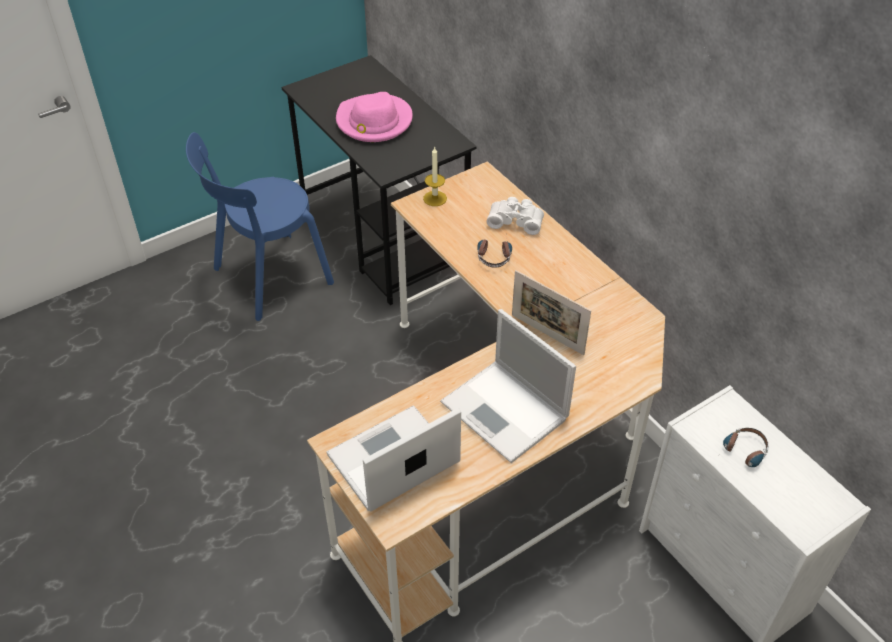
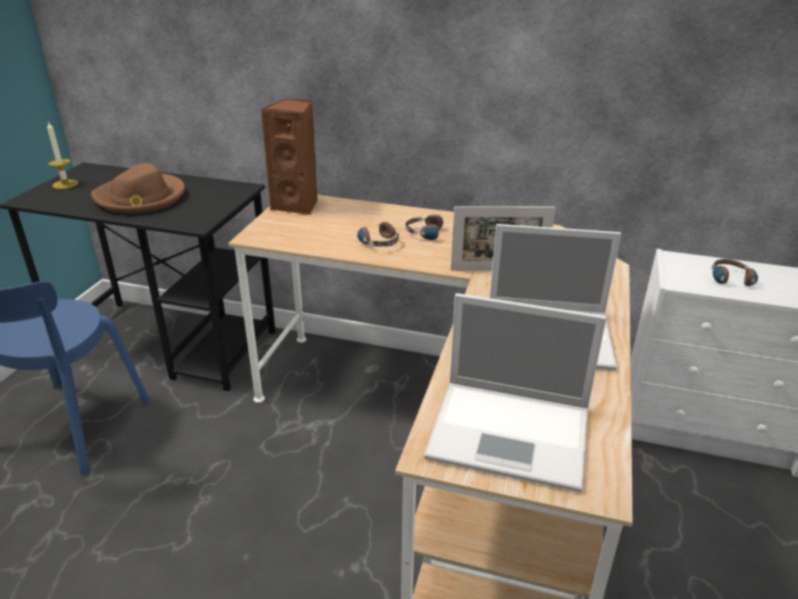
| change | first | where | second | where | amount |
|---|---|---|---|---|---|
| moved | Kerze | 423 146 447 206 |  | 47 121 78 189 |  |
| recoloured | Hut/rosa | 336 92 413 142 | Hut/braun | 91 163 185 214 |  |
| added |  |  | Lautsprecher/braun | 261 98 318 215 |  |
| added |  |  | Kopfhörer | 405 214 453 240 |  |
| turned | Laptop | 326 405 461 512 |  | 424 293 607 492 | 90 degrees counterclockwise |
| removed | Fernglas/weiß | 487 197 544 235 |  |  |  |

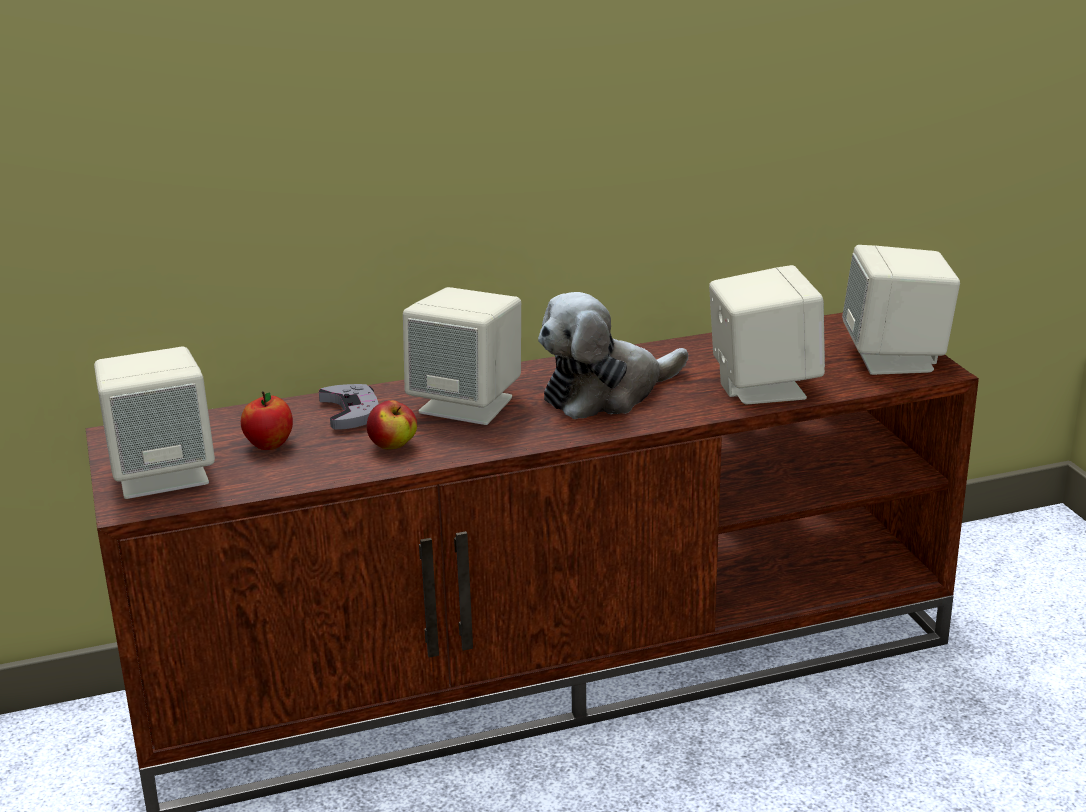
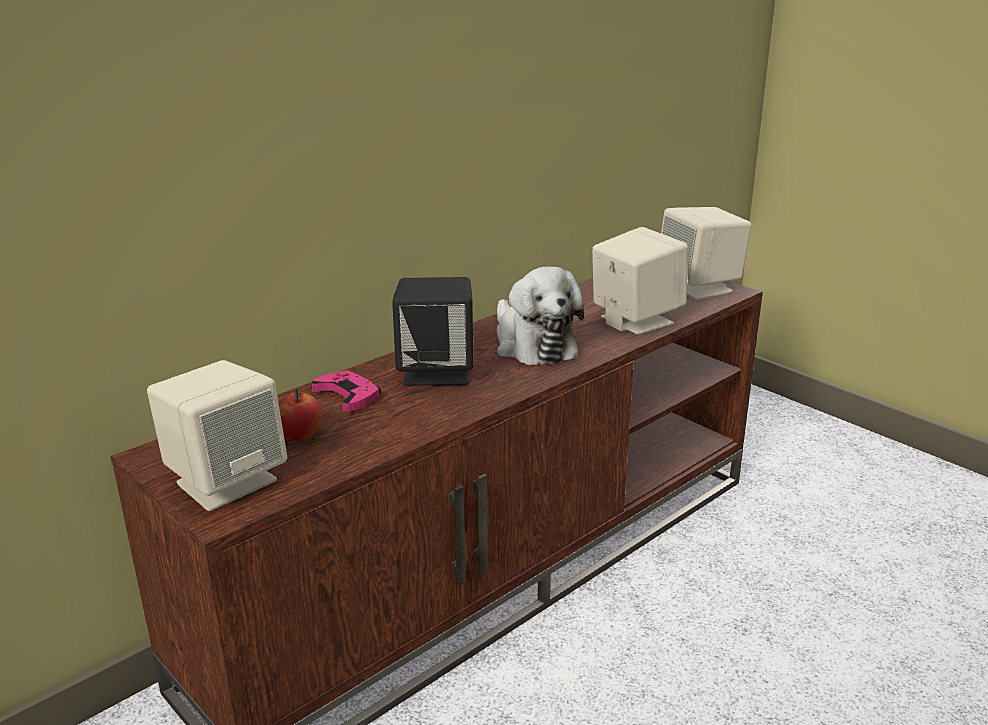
| change | first | where | second | where | amount |
|---|---|---|---|---|---|
| recoloured | Gamepad/grau | 319 384 378 430 | Gamepad/rosa | 311 371 381 412 |  |
| recoloured | Lautsprecher/beige | 403 287 521 425 | Lautsprecher/schwarz | 392 277 474 386 |  |
| turned | Plüschtier | 538 292 688 419 |  | 497 267 584 366 | 60 degrees counterclockwise |
| removed | Apfel | 367 400 417 449 |  |  |  |

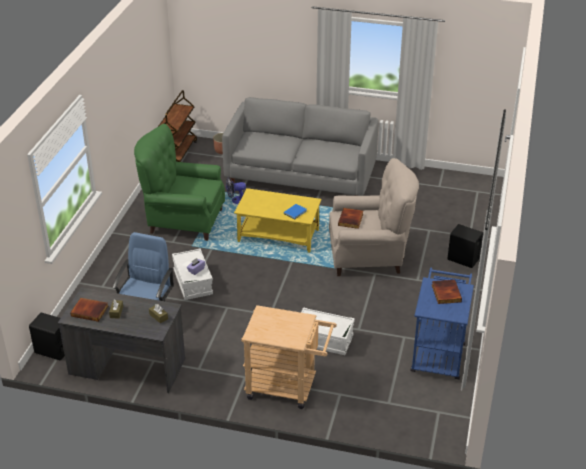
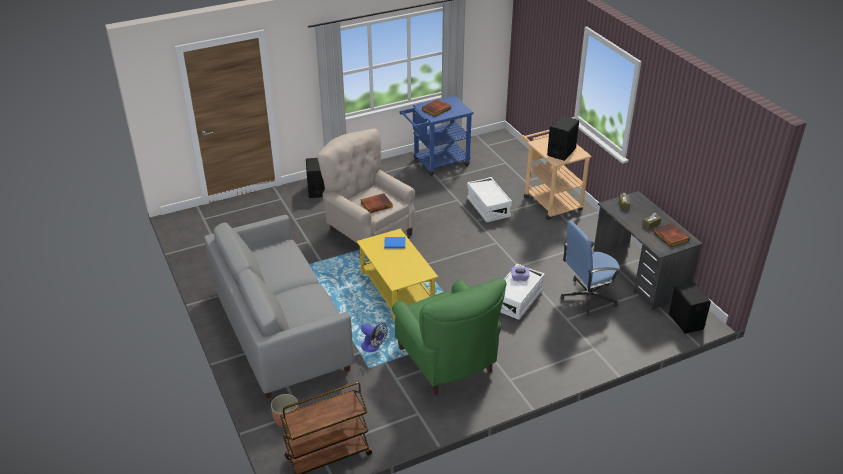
| change | first | where | second | where | amount |
|---|---|---|---|---|---|
| added |  |  | Lautsprecher/schwarz | 547 115 579 161 |  |

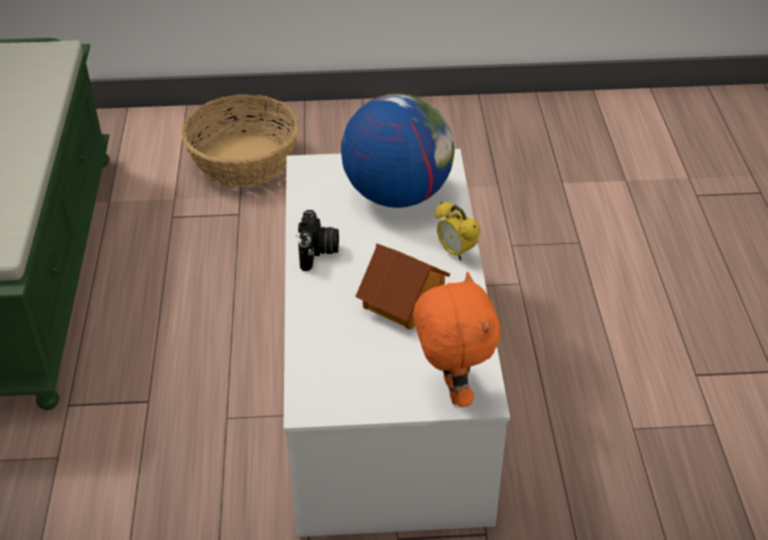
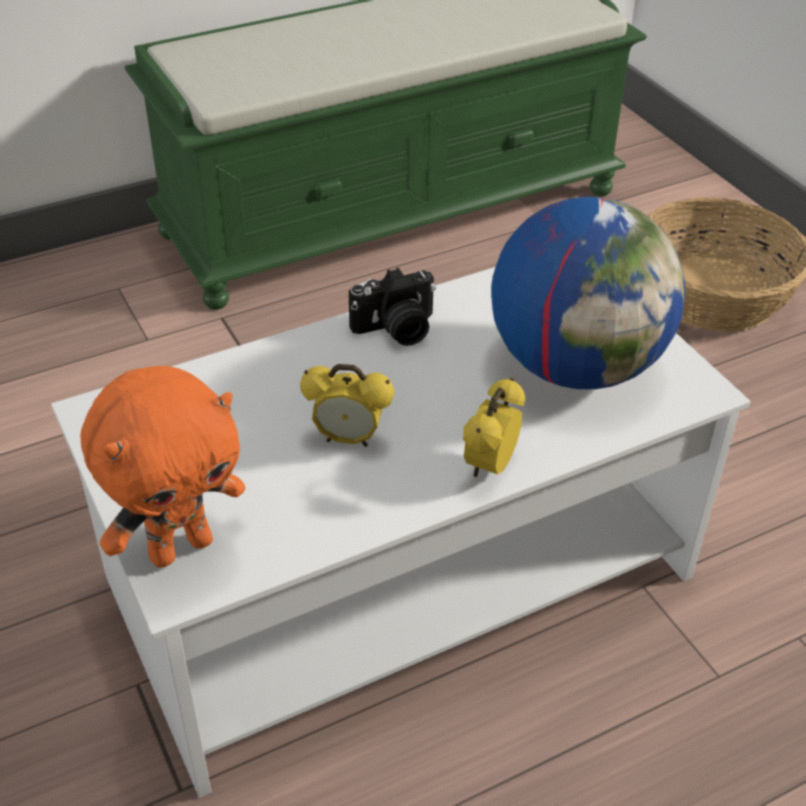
| change | first | where | second | where | amount |
|---|---|---|---|---|---|
| replaced | Spielzeughaus | 355 243 450 330 | Wecker | 300 364 394 447 |  |

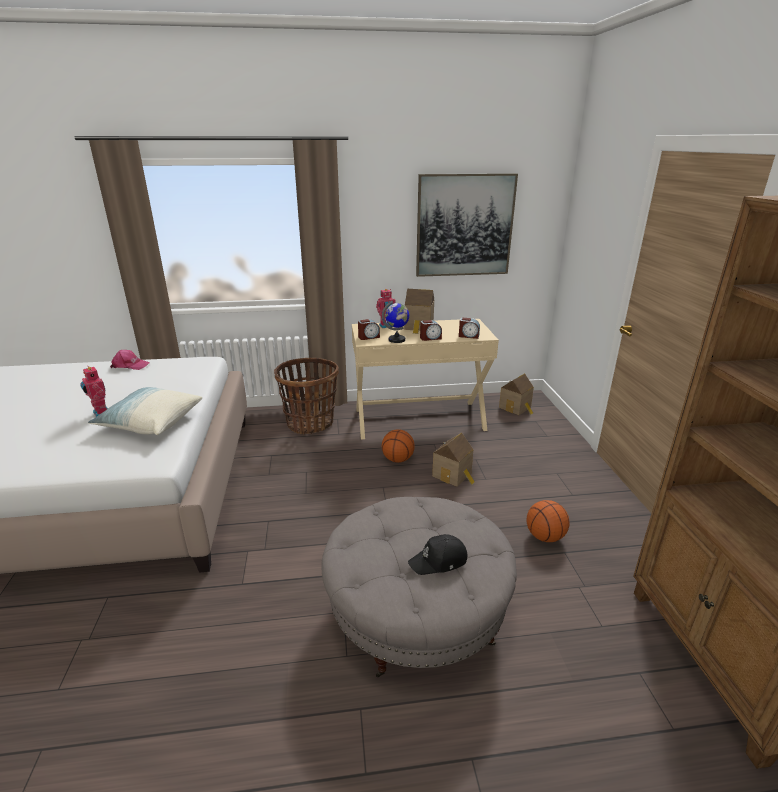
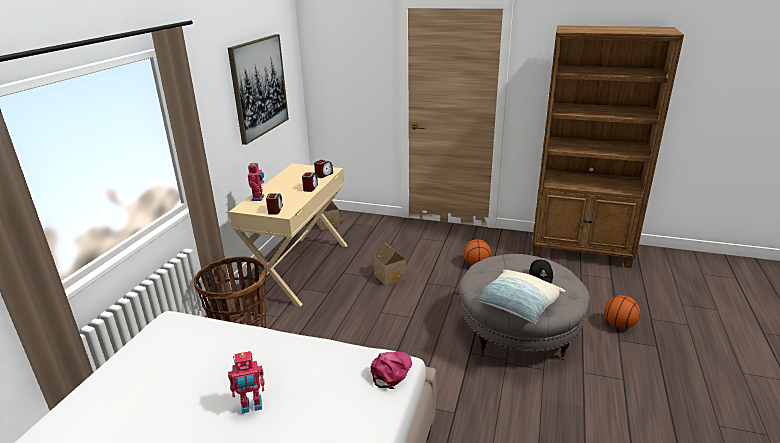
| change | first | where | second | where | amount |
|---|---|---|---|---|---|
| moved | Kappe/rosa | 110 350 150 370 |  | 371 351 412 389 |  |
| moved | Kissen | 88 387 202 435 |  | 473 270 566 324 |  |
| moved | Basketball | 382 429 415 463 |  | 604 295 640 329 |  |
| removed | Globus | 382 301 409 343 |  |  |  |
| removed | Spielzeughaus | 404 289 434 334 |  |  |  |

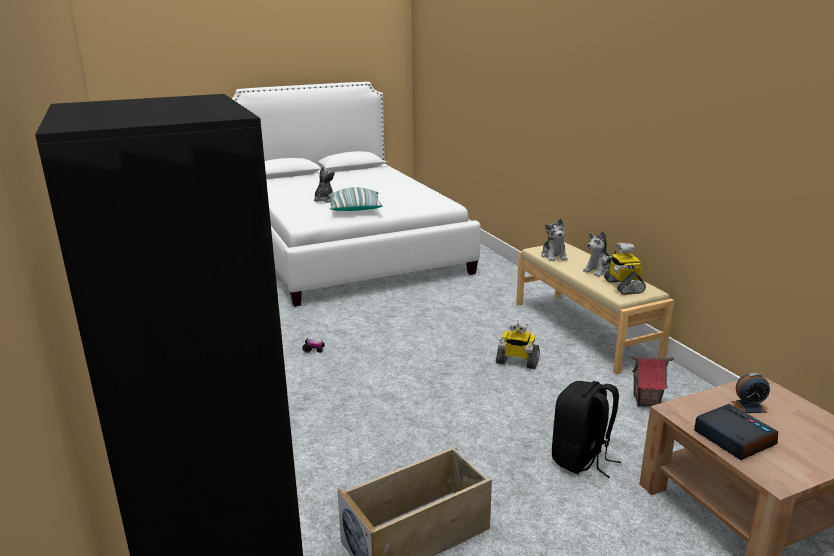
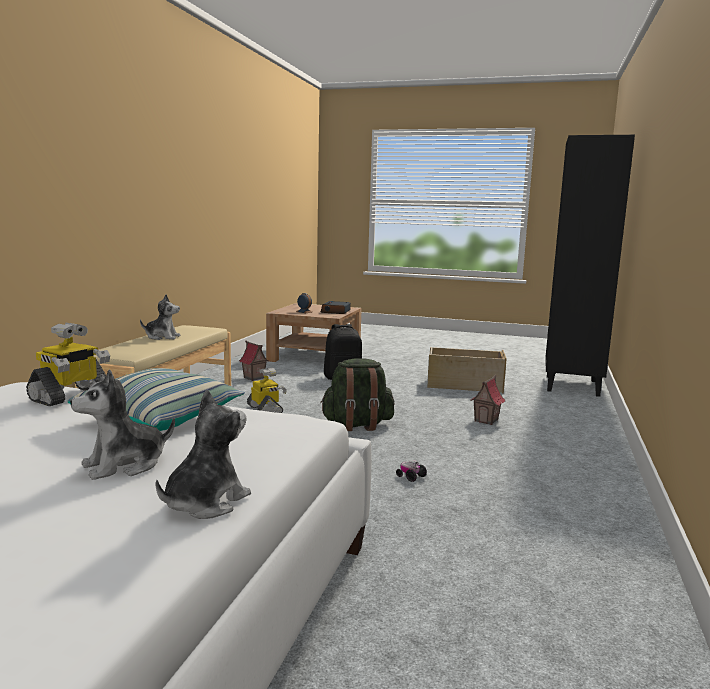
| change | first | where | second | where | amount |
|---|---|---|---|---|---|
| moved | Spielzeugroboter | 602 243 646 295 |  | 26 322 110 406 |  |
| moved | Plüschtier | 541 218 568 262 |  | 155 389 251 519 |  |
| added |  |  | Rucksack/grün | 320 358 395 431 |  |
| added |  |  | Spielzeughaus | 471 375 505 425 |  |

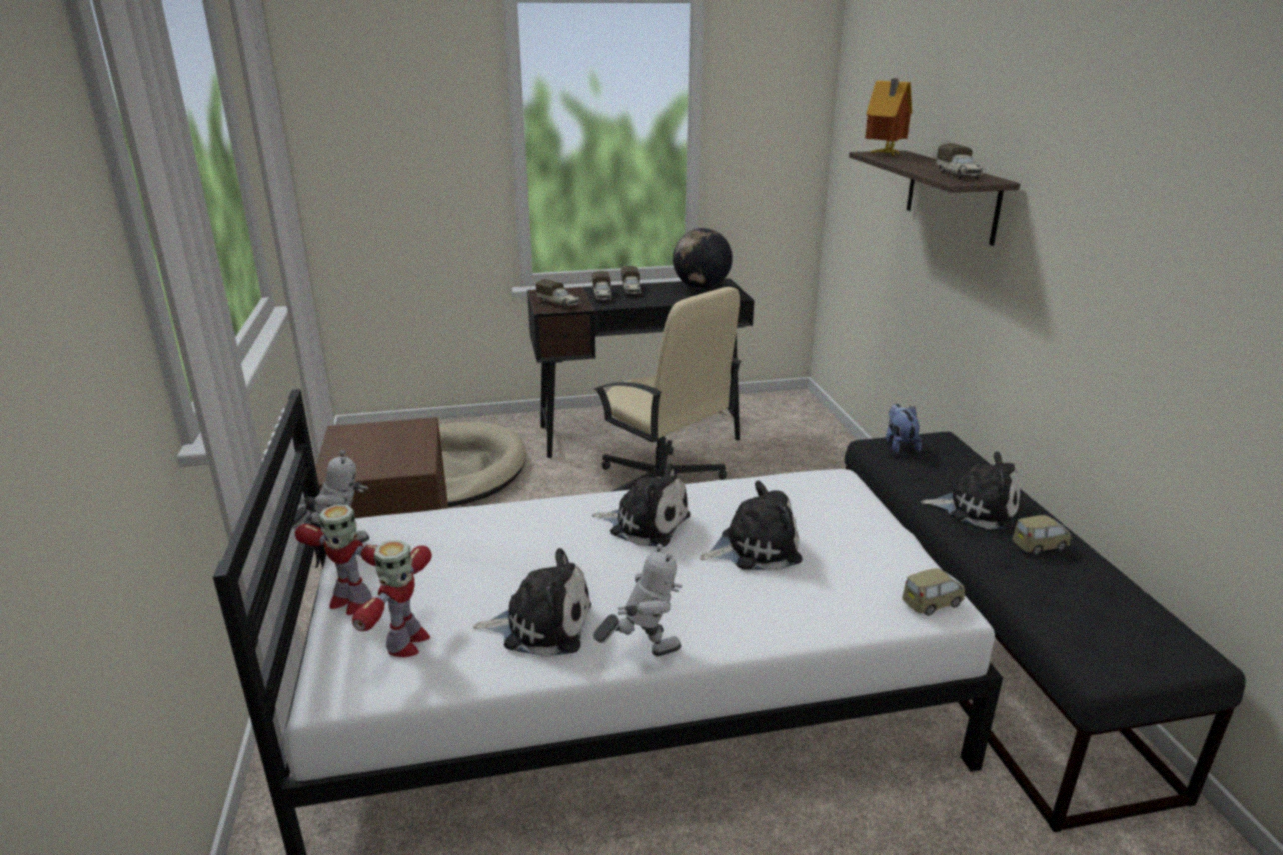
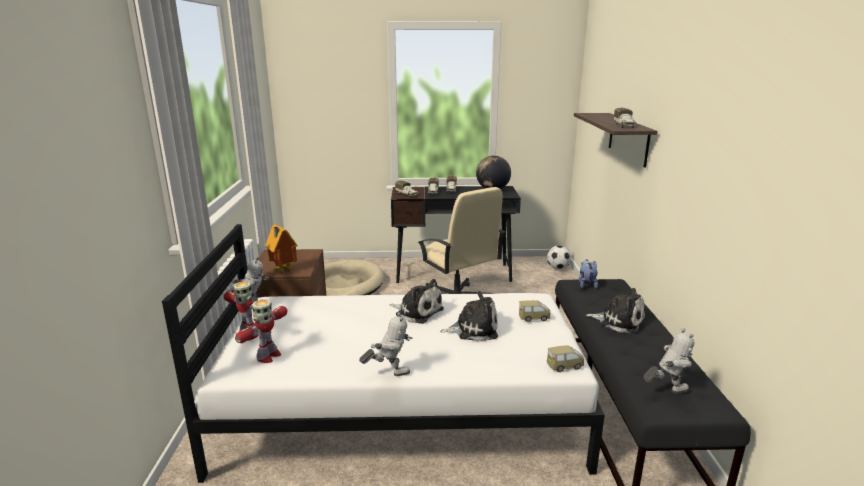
| change | first | where | second | where | amount |
|---|---|---|---|---|---|
| moved | Spielzeughaus | 865 78 912 156 |  | 265 224 298 274 |  |
| moved | Spielzeugauto | 1012 515 1071 555 |  | 519 300 550 322 |  |
| added |  |  | Fußball | 547 245 571 269 |  |
| added |  |  | Spielzeugroboter | 644 328 694 394 |  |
| removed | Plüschtier | 473 548 591 657 |  |  |  |

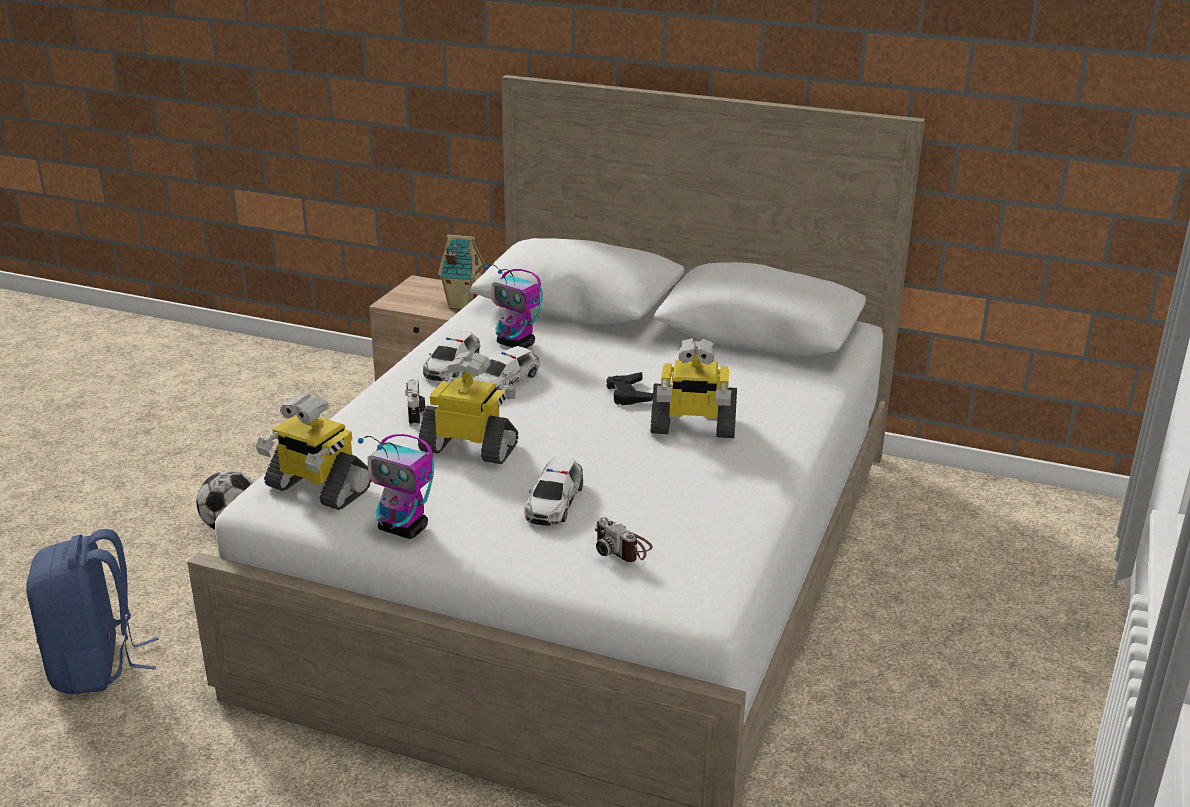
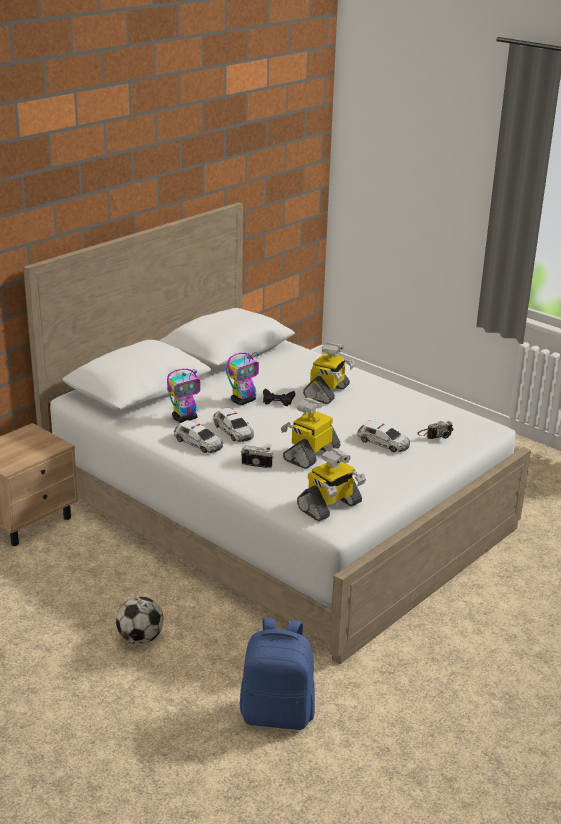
| change | first | where | second | where | amount |
|---|---|---|---|---|---|
| moved | Spielzeugroboter | 358 434 434 539 |  | 226 352 259 405 |  |
| removed | Spielzeughaus | 438 235 485 309 |  |  |  |

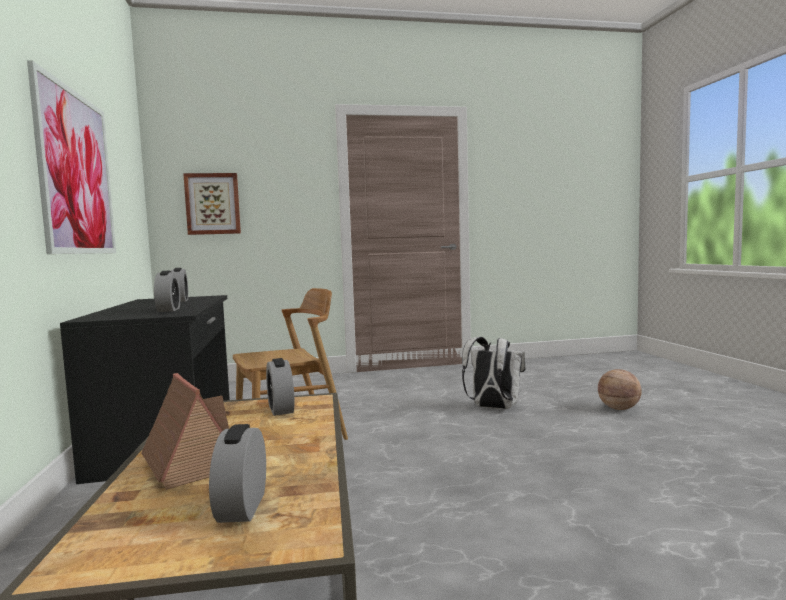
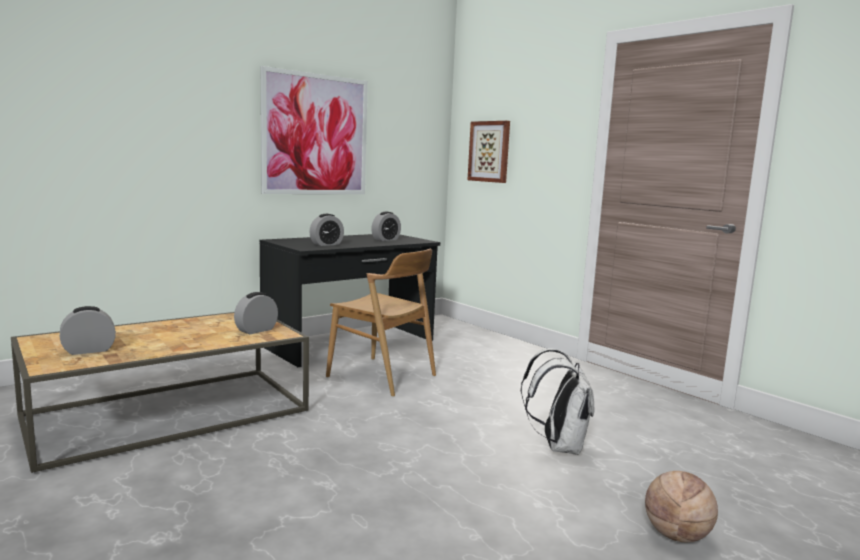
| change | first | where | second | where | amount |
|---|---|---|---|---|---|
| removed | Spielzeughaus | 141 373 229 490 |  |  |  |

